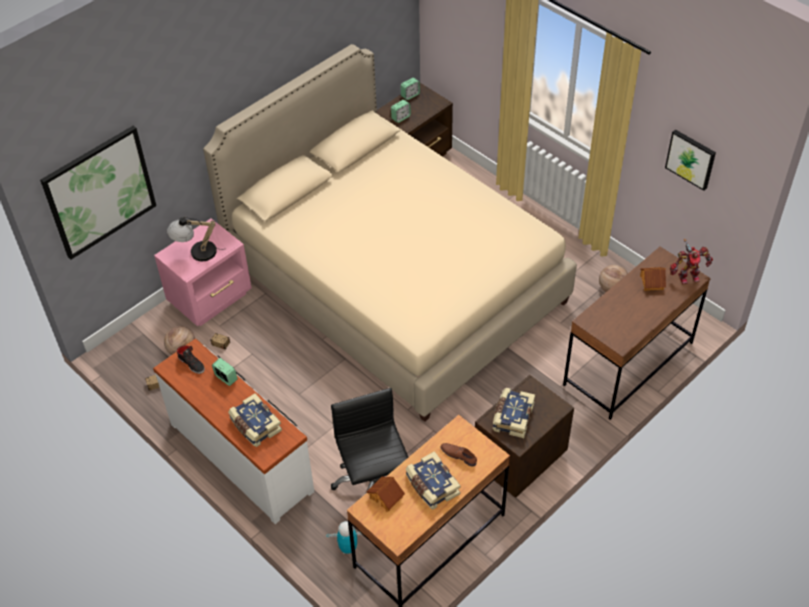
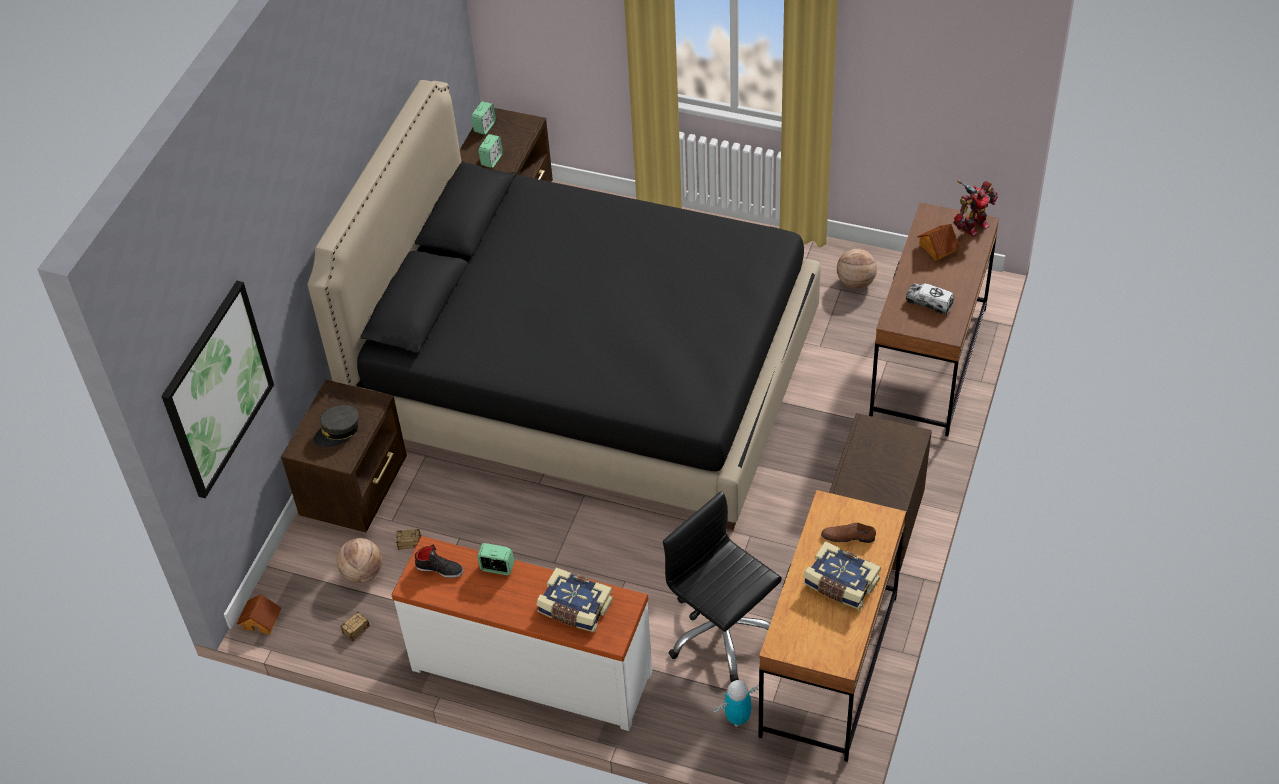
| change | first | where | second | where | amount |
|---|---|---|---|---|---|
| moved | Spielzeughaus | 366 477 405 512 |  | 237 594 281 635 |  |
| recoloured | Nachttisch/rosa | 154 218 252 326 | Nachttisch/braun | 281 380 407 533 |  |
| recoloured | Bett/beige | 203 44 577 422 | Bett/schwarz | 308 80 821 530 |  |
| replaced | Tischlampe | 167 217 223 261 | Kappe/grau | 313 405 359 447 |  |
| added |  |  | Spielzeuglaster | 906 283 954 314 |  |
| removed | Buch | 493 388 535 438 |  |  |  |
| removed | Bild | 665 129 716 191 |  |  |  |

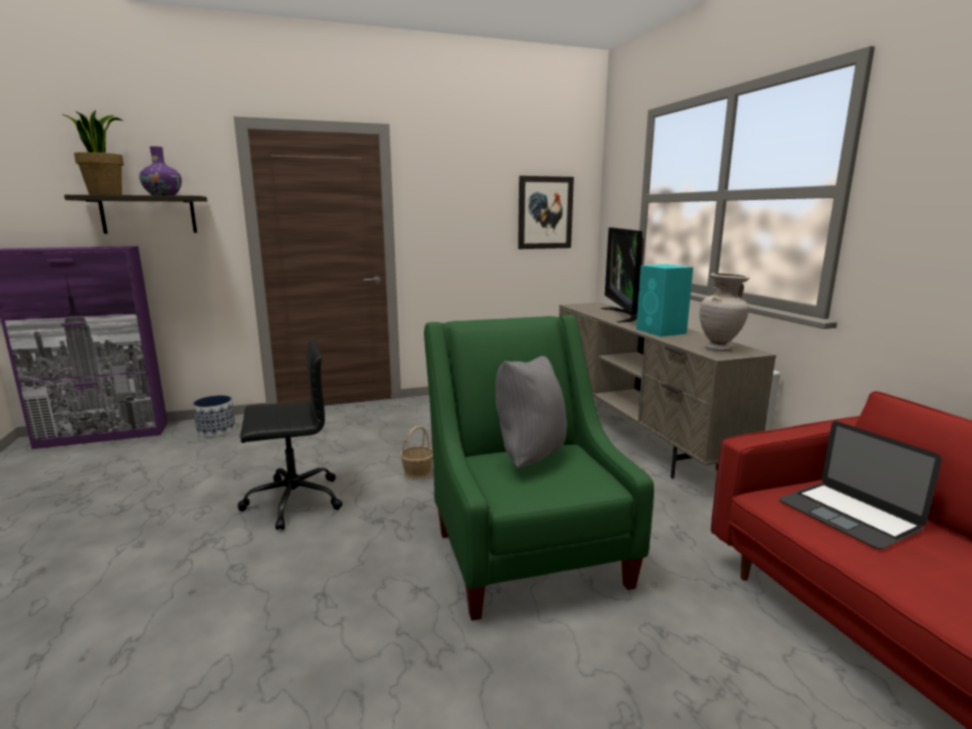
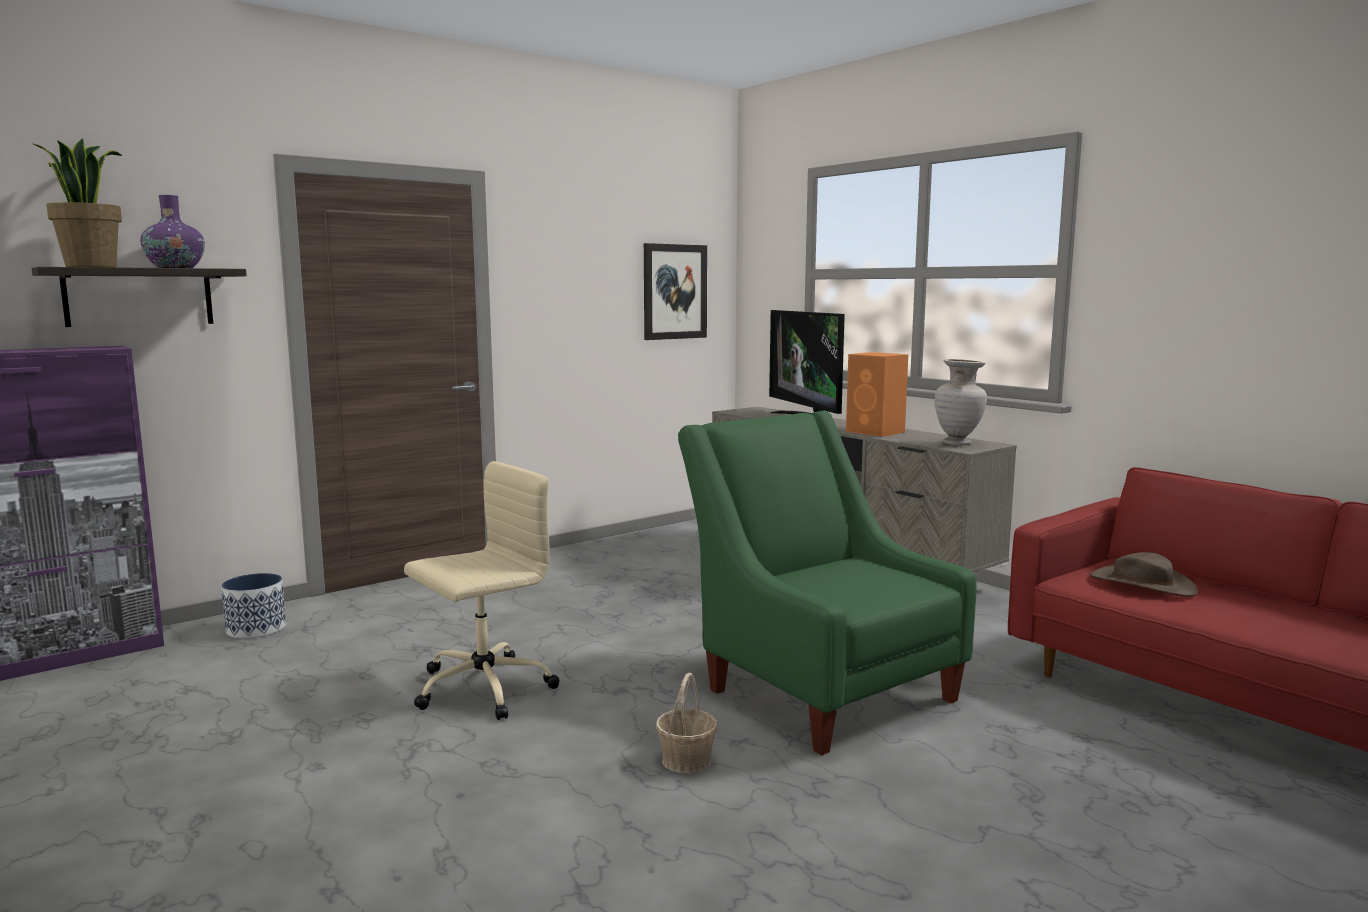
| change | first | where | second | where | amount |
|---|---|---|---|---|---|
| recoloured | Bürostuhl/schwarz | 238 338 342 530 | Bürostuhl/beige | 404 461 559 720 |  |
| moved | Korb | 400 426 433 480 |  | 656 673 718 773 |  |
| recoloured | Lautsprecher/türkis | 636 264 693 337 | Lautsprecher/orange | 846 352 908 437 |  |
| replaced | Laptop | 779 421 942 549 | Hut/braun | 1089 552 1198 596 |  |
| removed | Kissen/grau | 495 356 567 467 |  |  |  |

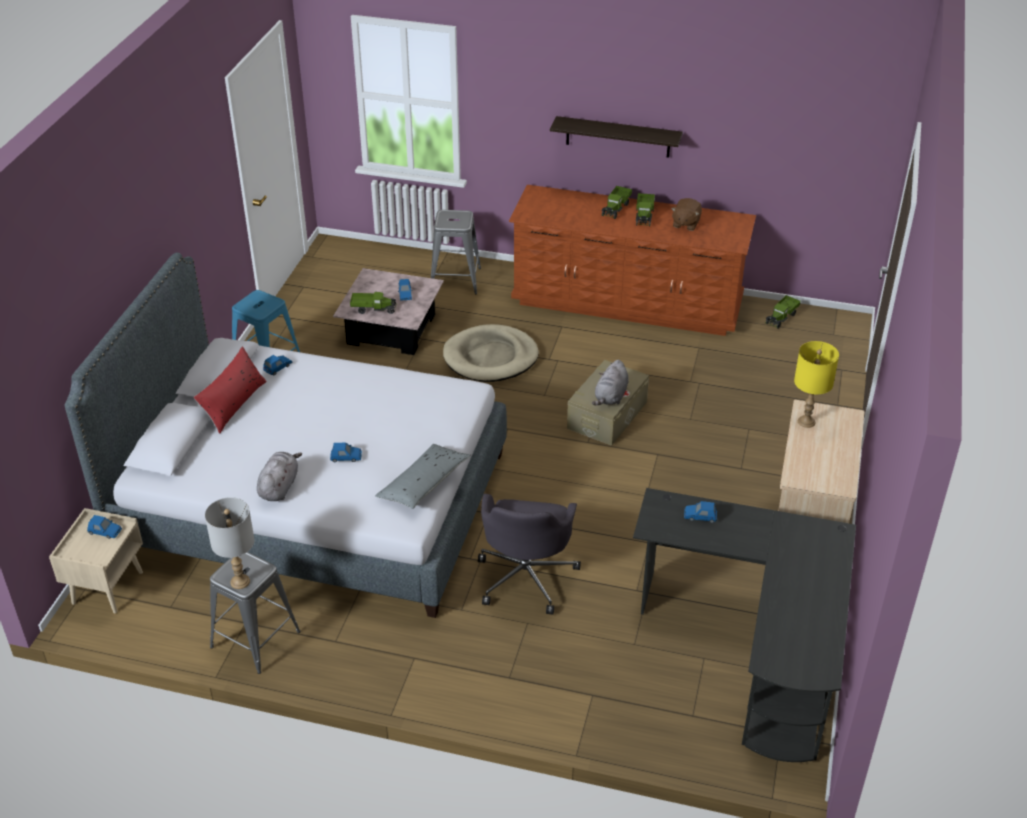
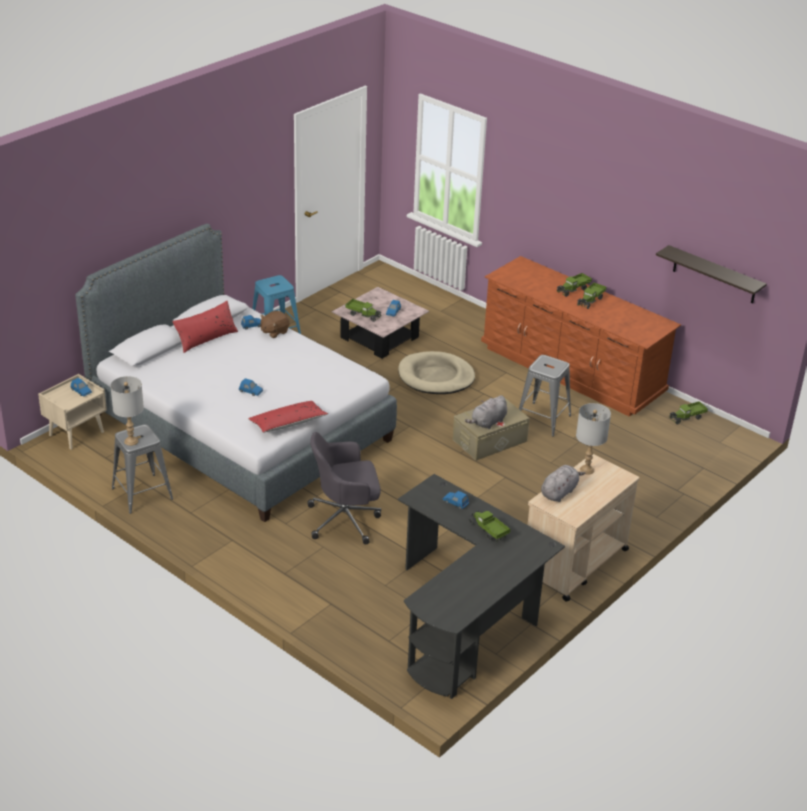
| change | first | where | second | where | amount |
|---|---|---|---|---|---|
| recoloured | Kissen/grau | 375 444 471 509 | Kissen/rot | 248 401 328 433 |  |
| moved | Plüschtier/braun | 671 198 702 231 |  | 260 311 289 338 |  |
| turned | Bürostuhl/grau | 478 494 581 614 |  | 307 432 381 544 | 45 degrees clockwise |
| added |  |  | Spielzeuglaster | 468 510 510 542 |  |
| moved | Hocker/grau | 431 210 481 294 |  | 519 355 571 437 |  |
| moved | Plüschtier/grau | 257 452 302 501 |  | 541 465 586 502 |  |
| recoloured | Tischlampe/gelb | 794 341 839 428 | Tischlampe/grau | 576 403 611 475 |  |
| moved | Wandregal | 550 116 683 158 |  | 656 245 767 304 |  |

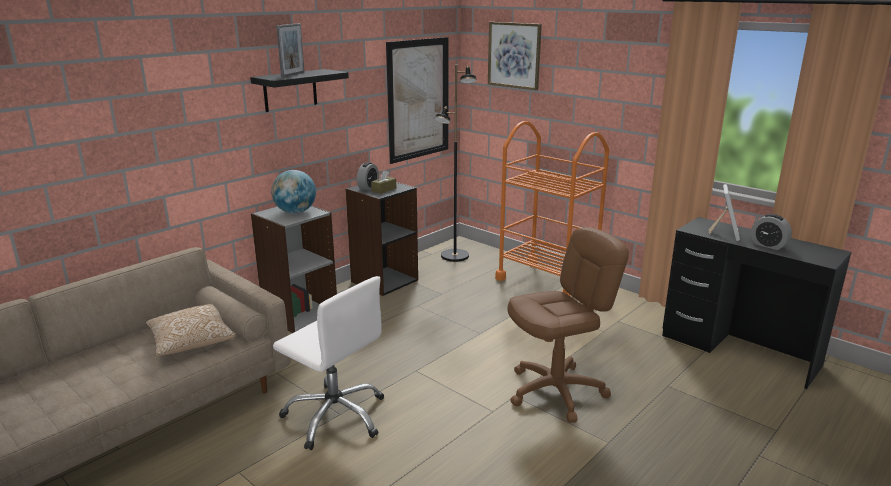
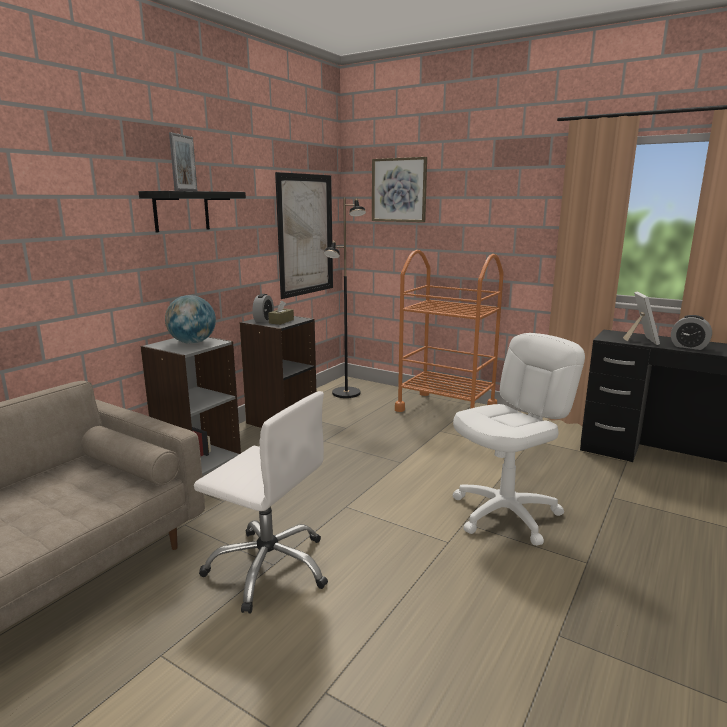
| change | first | where | second | where | amount |
|---|---|---|---|---|---|
| recoloured | Bürostuhl/braun | 507 227 629 423 | Bürostuhl/weiß | 453 333 585 546 |  |
| removed | Kissen | 146 304 235 356 |  |  |  |

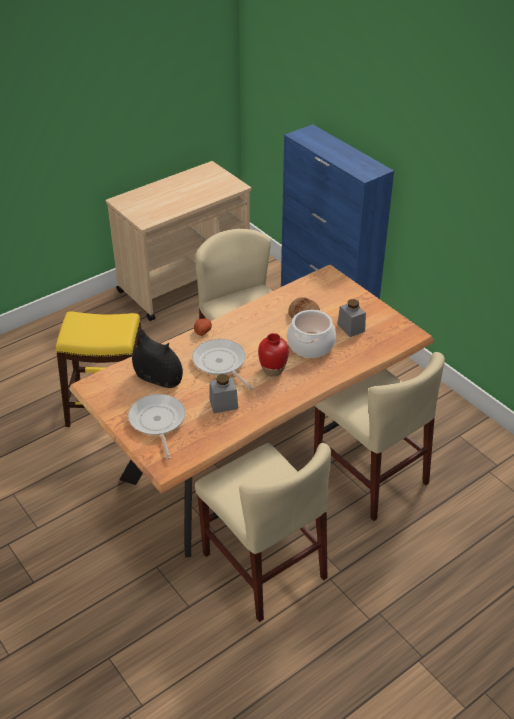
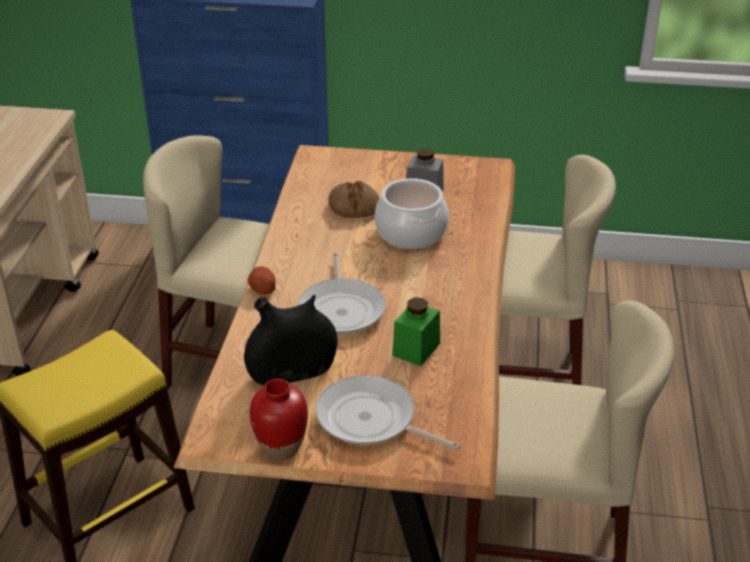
| change | first | where | second | where | amount |
|---|---|---|---|---|---|
| moved | Vase/rot | 258 333 289 377 |  | 250 379 308 460 |  |
| turned | Pfanne | 192 339 253 390 |  | 298 253 385 335 | 105 degrees counterclockwise |
| recoloured | Vorratsglas/grau | 209 374 238 413 | Vorratsglas/grün | 392 297 440 366 |  |

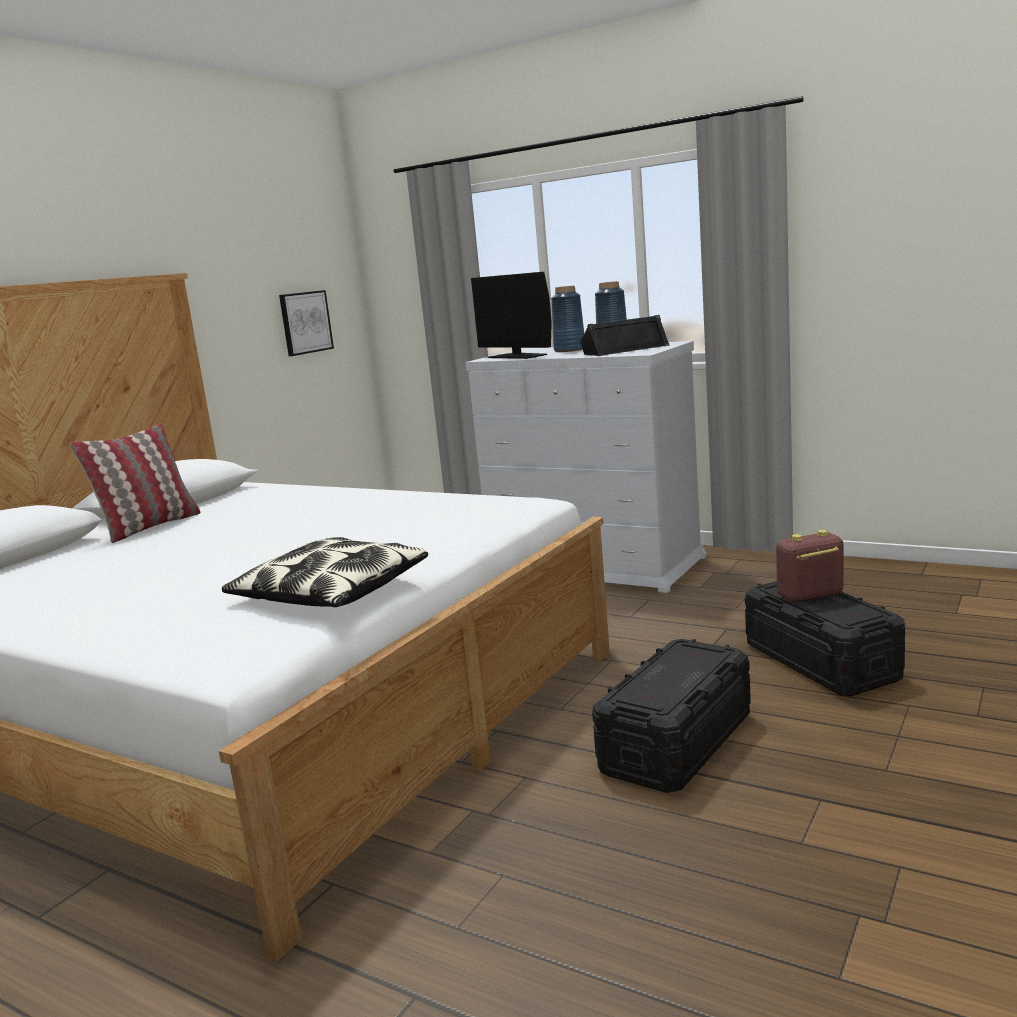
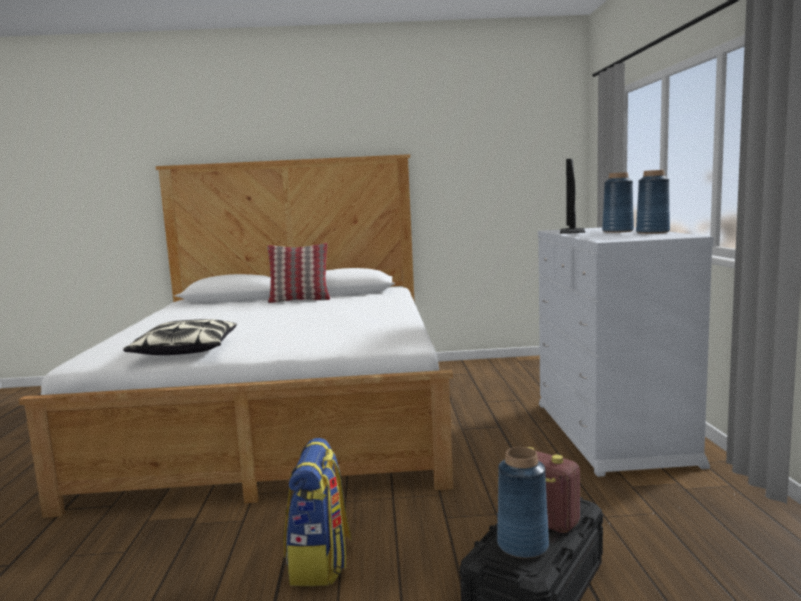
| change | first | where | second | where | amount |
|---|---|---|---|---|---|
| replaced | Aufbewahrungsbox/schwarz | 592 639 751 793 | Rucksack | 284 438 352 586 |  |
| added |  |  | Vase/blau | 497 447 549 559 |  |
| removed | Bild | 279 290 334 356 |  |  |  |
| removed | Lautsprecher/schwarz | 580 315 670 356 |  |  |  |

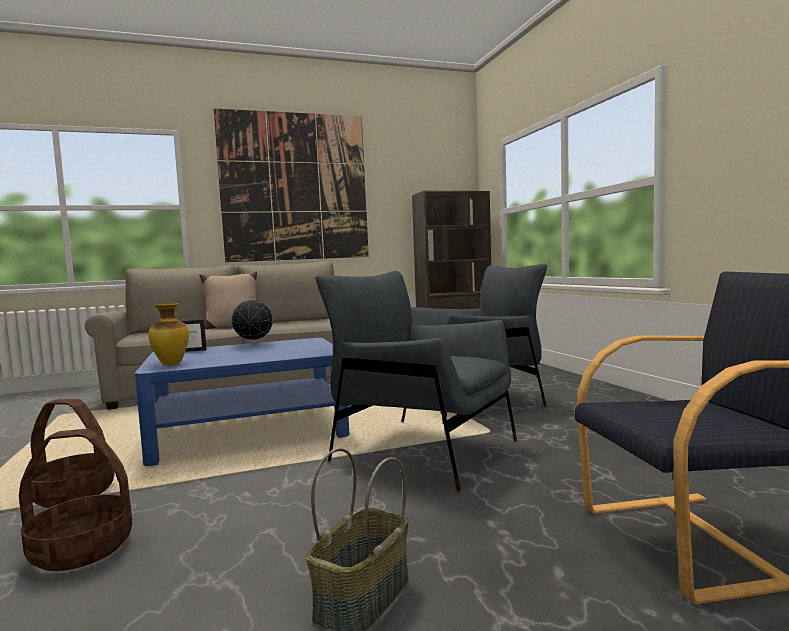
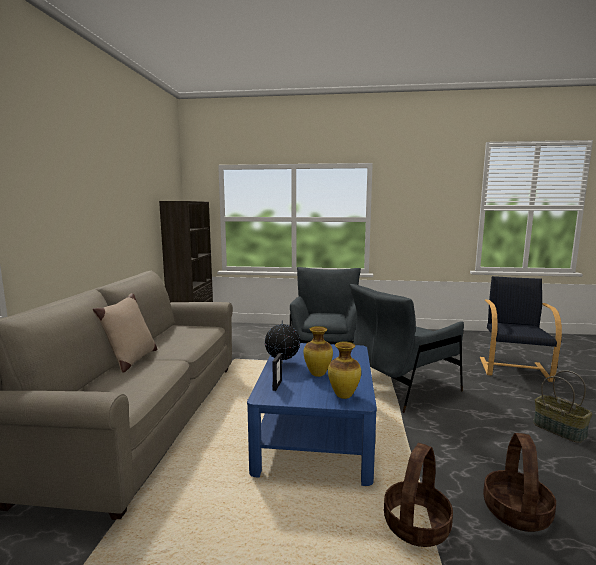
| change | first | where | second | where | amount |
|---|---|---|---|---|---|
| added |  |  | Vase | 304 326 333 377 |  |
| removed | Bild | 214 108 369 262 |  |  |  |

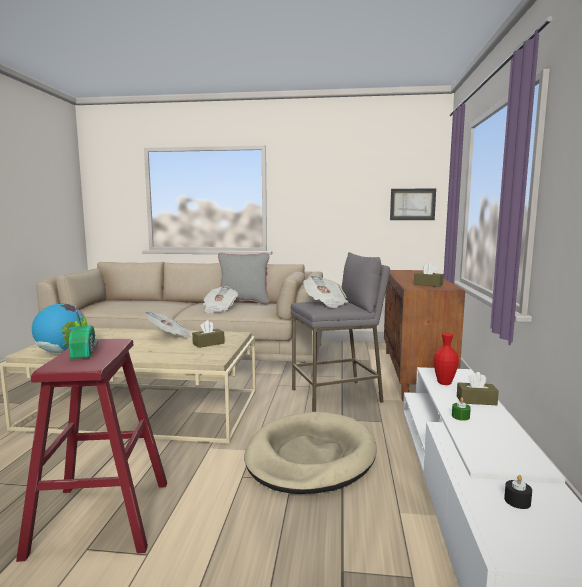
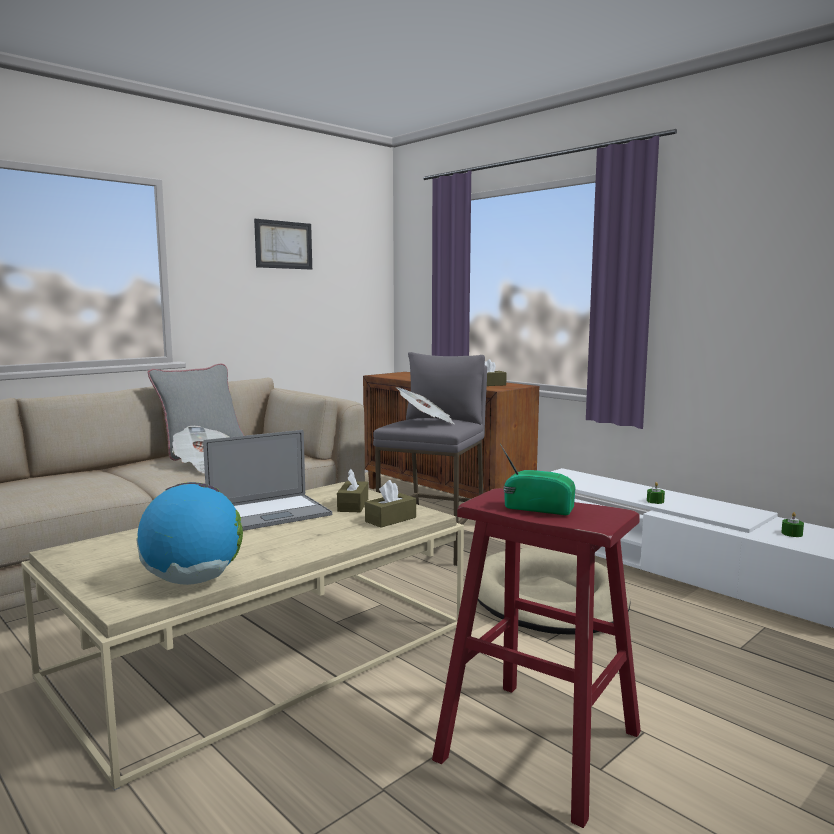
| change | first | where | second | where | amount |
|---|---|---|---|---|---|
| replaced | Zeitung | 145 311 192 338 | Laptop | 203 430 332 531 |  |
| moved | Bild | 390 188 436 220 |  | 254 219 312 270 |  |
| moved | Taschentuchbox/braun | 457 372 499 405 |  | 365 480 416 528 |  |
| recoloured | Kerze/schwarz | 504 475 532 509 | Kerze/grün | 781 512 804 537 |  |
| removed | Vase/rot | 434 333 459 385 |  |  |  |

